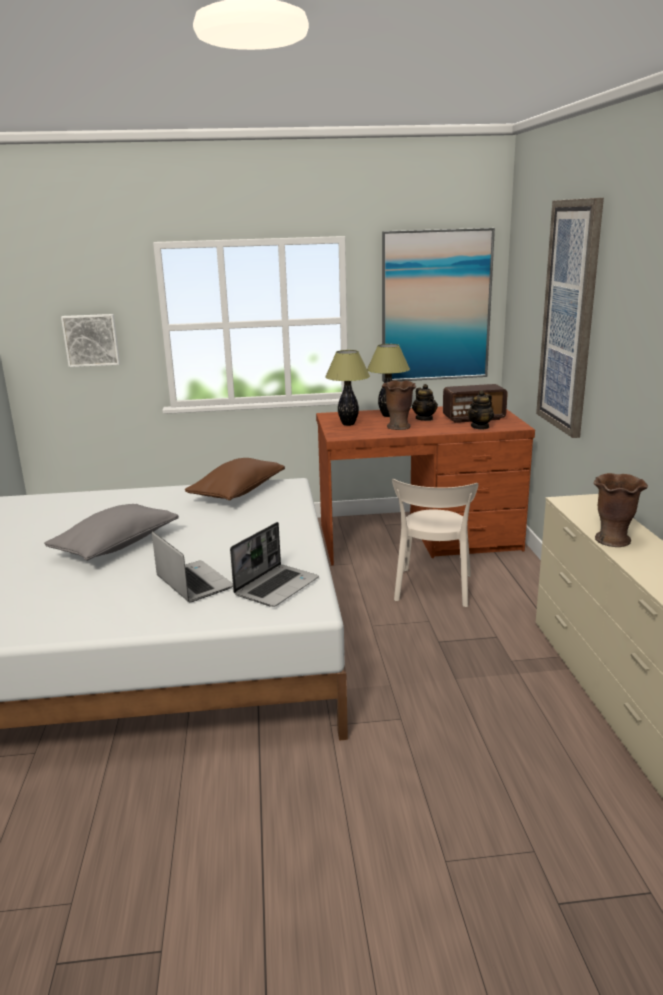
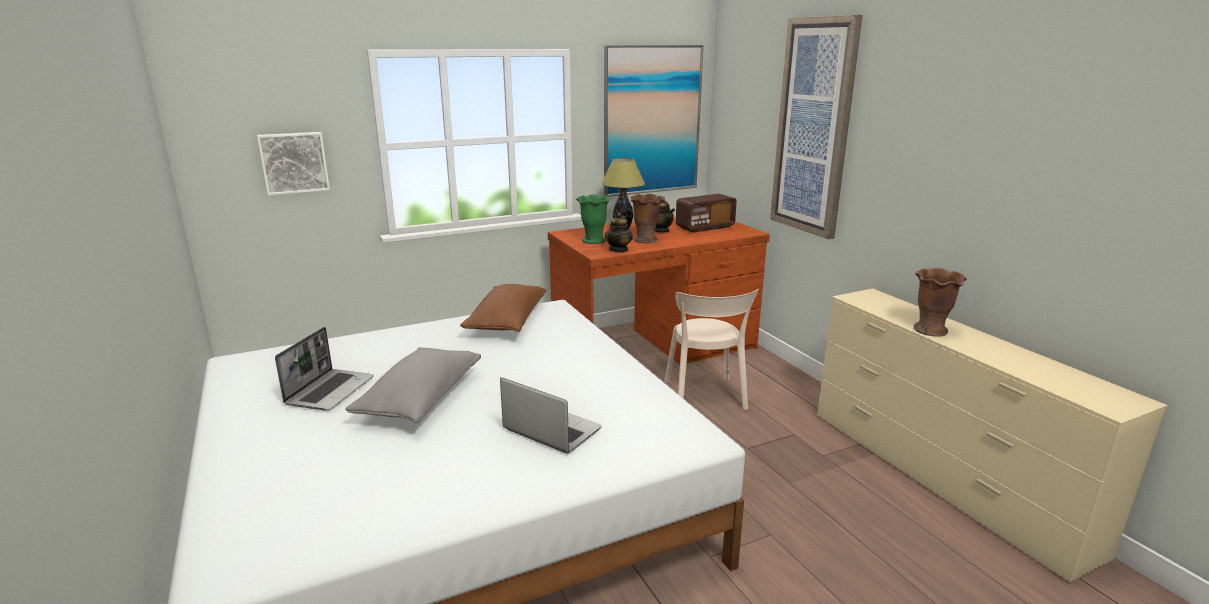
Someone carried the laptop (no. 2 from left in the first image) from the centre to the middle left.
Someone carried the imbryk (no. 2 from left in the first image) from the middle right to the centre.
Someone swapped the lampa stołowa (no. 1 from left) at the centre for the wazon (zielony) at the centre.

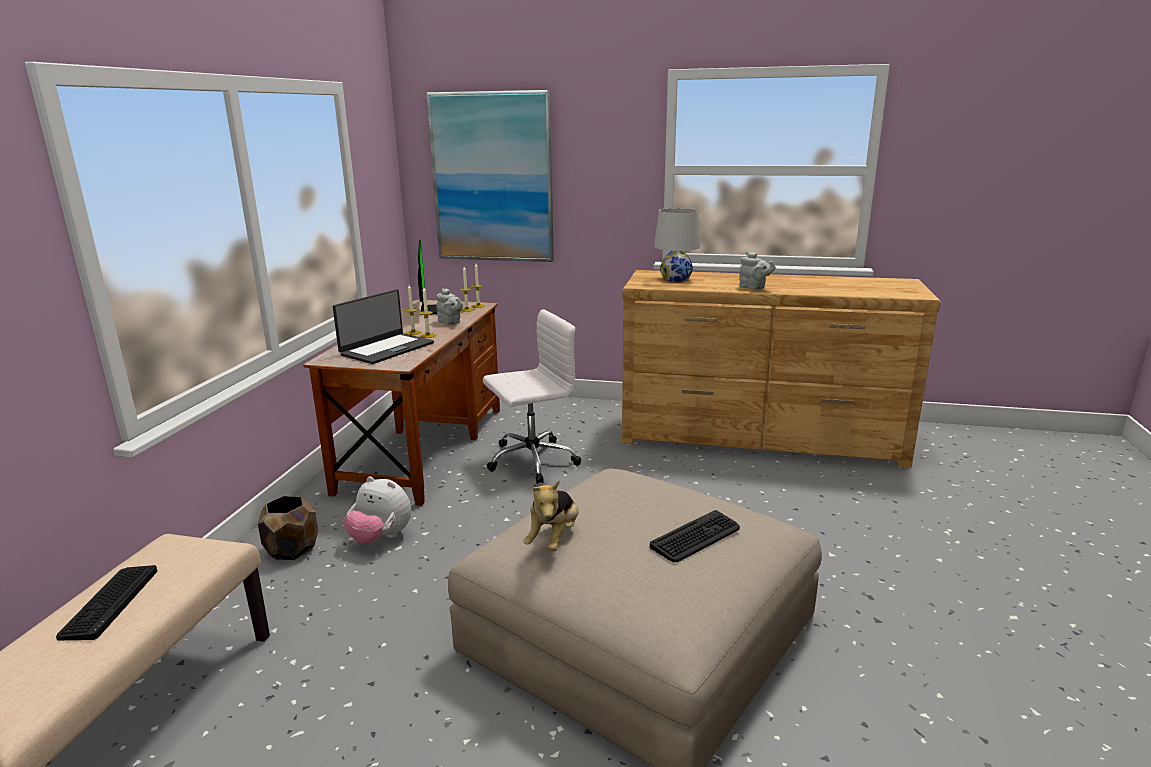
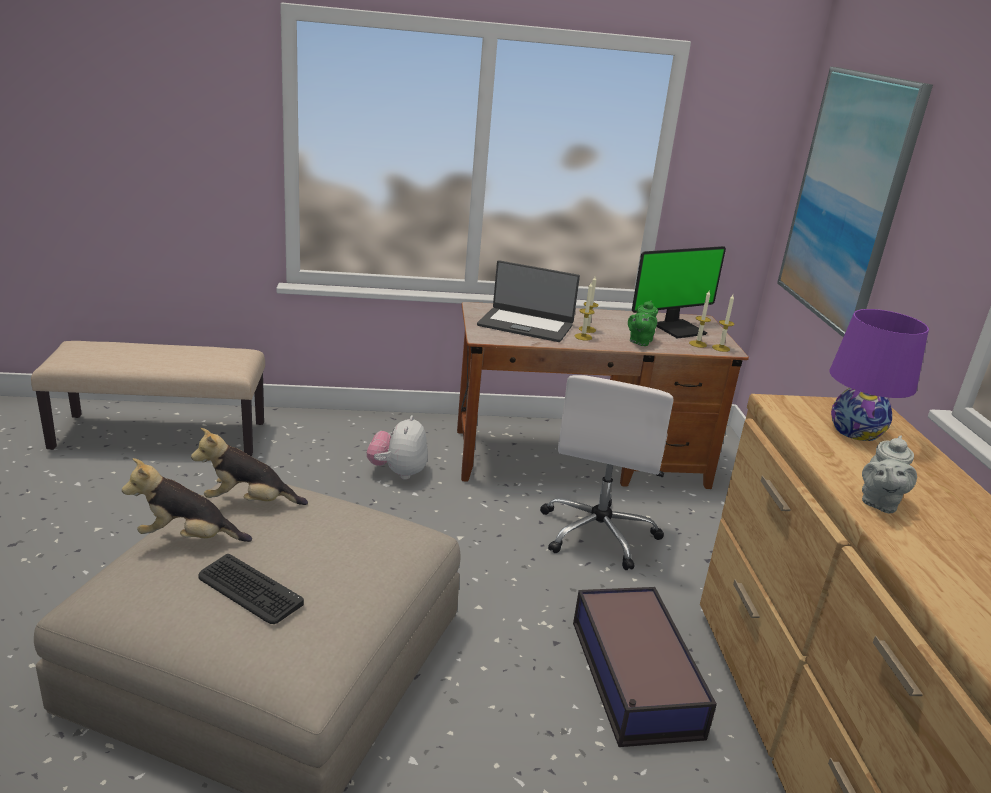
Someone took away the klawiatura (no. 1 from left) at the bottom left.
Someone took away the donica (brązowy) at the bottom left.
Someone put down the pluszak (no. 1 from left) at the middle left.
Someone put down the pojemnik do przechowywania at the bottom centre.
Someone repainted the imbryk (szary) (no. 1 from left) at the centre, which became the imbryk (zielony) at the centre.
Someone repainted the lampa stołowa (biały) at the top centre, which became the lampa stołowa (fioletowy) at the middle right.
Someone rotated the krzesło biurowe (biały) at the centre by 60 degrees clockwise.

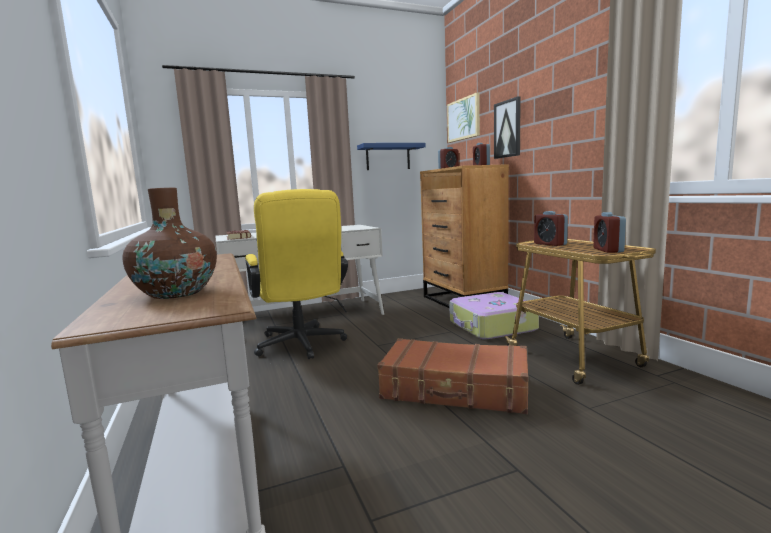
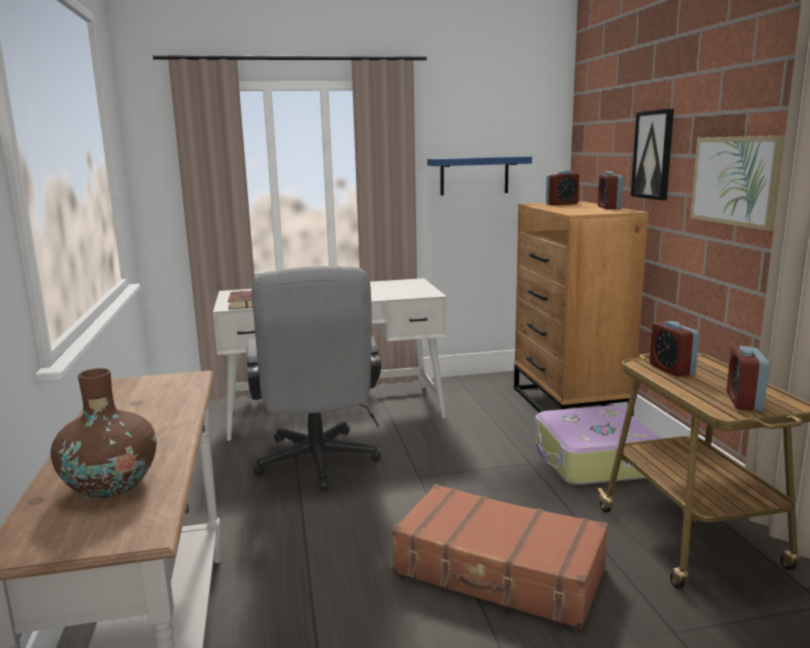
Someone carried the obraz (no. 1 from left in the first image) from the top centre to the top right.
Someone repainted the krzesło biurowe (żółty) at the centre, which became the krzesło biurowe (szary) at the centre.

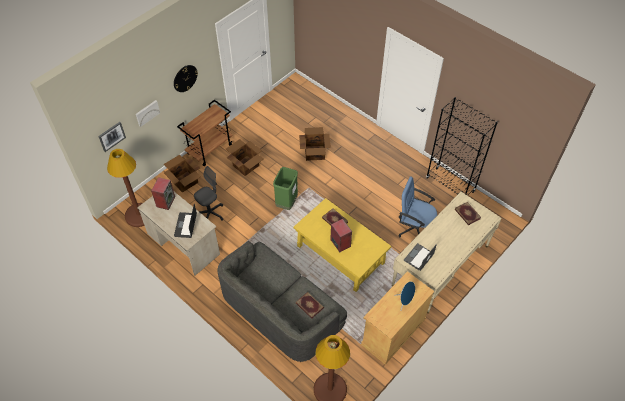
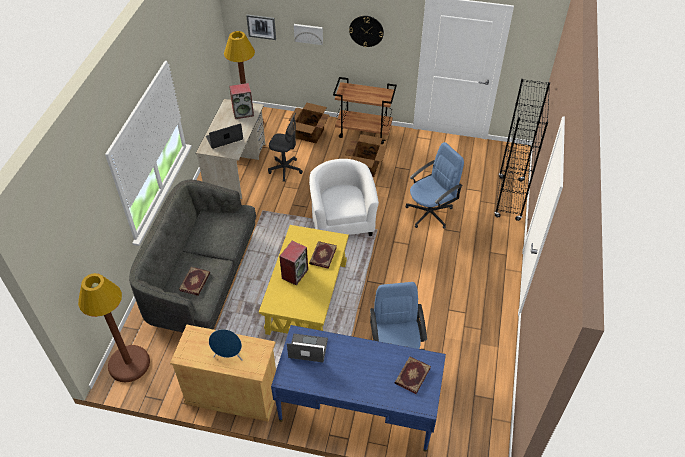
Someone carried the regał (czarny) from the middle right to the top right.
Someone swapped the kosz na śmieci (zielony) at the centre for the fotel (biały) at the centre.
Someone swapped the karton (no. 3 from left) at the centre for the krzesło biurowe (niebieski) (no. 2 from left) at the centre.
Someone repainted the biurko (beżowy) (no. 2 from left) at the middle right, which became the biurko (niebieski) at the bottom centre.

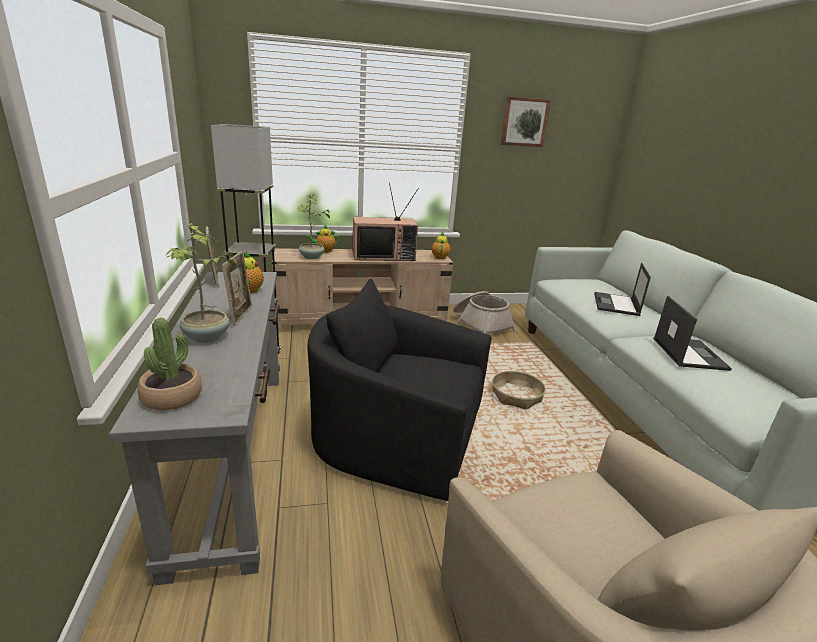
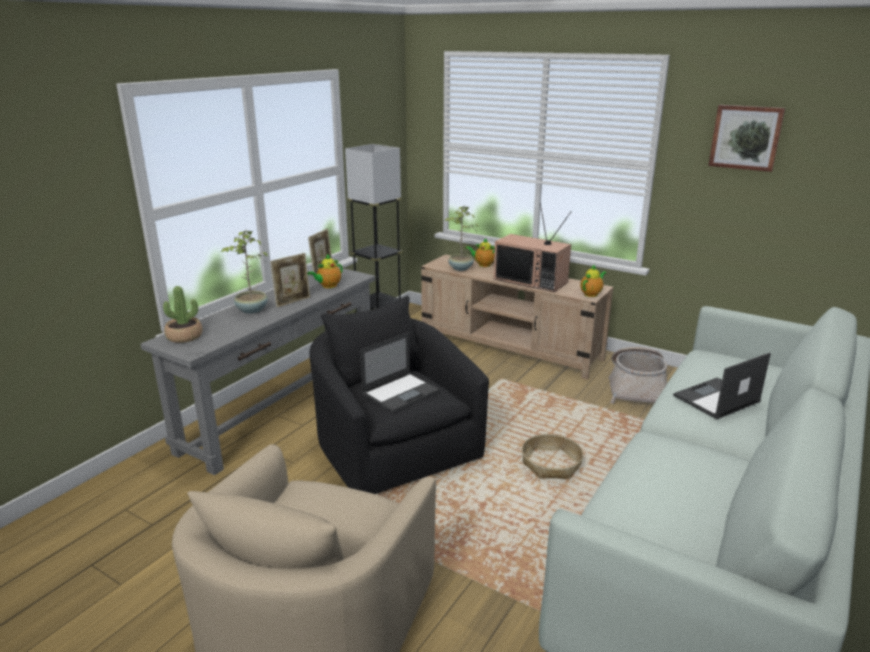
Someone carried the laptop (no. 2 from left in the first image) from the middle right to the centre.

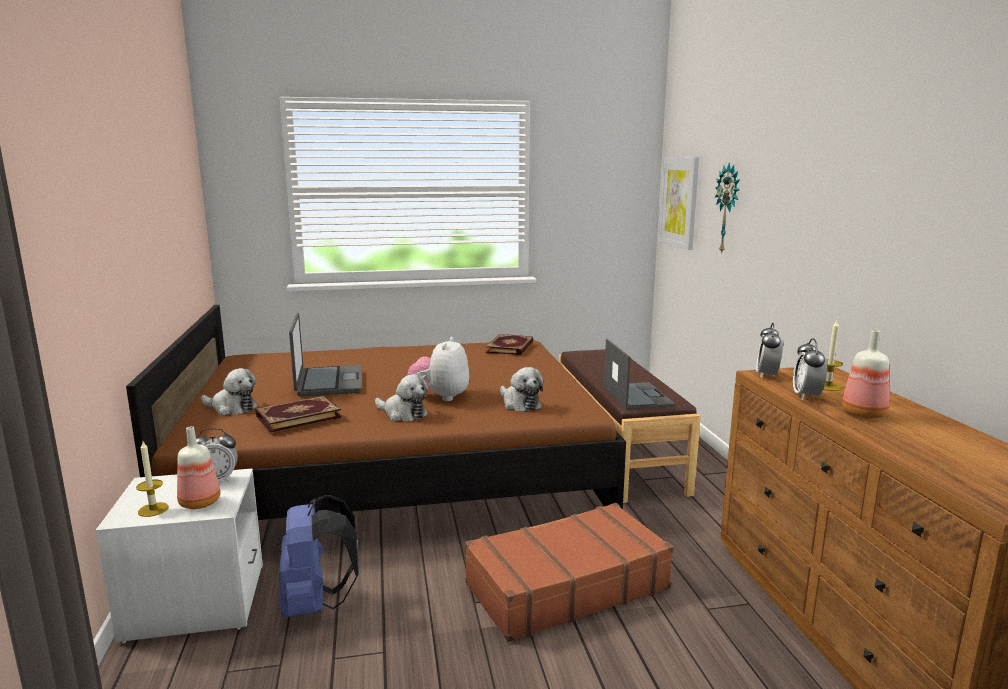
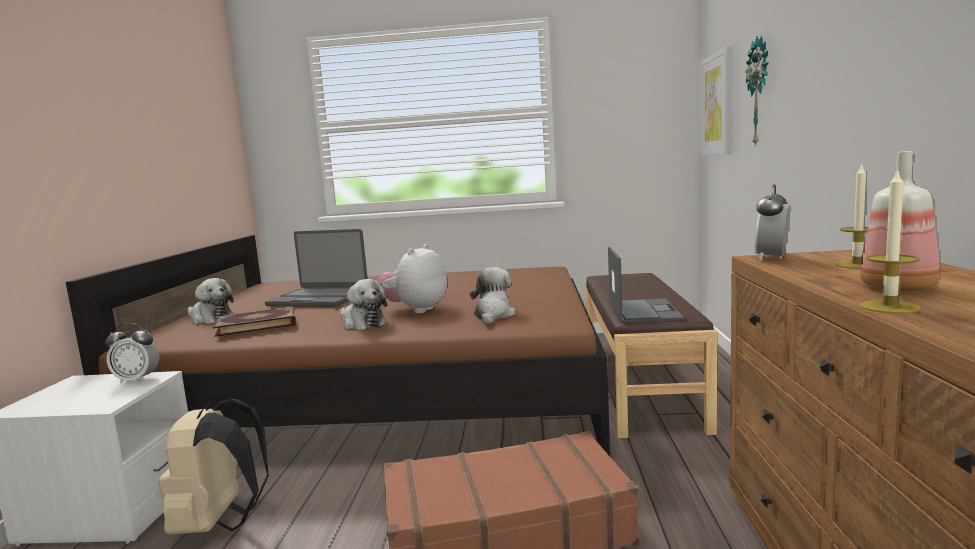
Someone took away the butelka (no. 1 from left) at the bottom left.
Someone took away the książka (no. 2 from left) at the centre.
Someone took away the budzik (no. 3 from left) at the middle right.
Someone carried the świeca (no. 1 from left in the first image) from the bottom left to the middle right.
Someone repainted the plecak (niebieski) at the bottom left, which became the plecak (beżowy) at the bottom left.
Someone rotated the laptop (no. 1 from left) at the middle left by 105 degrees clockwise.
Someone rotated the pluszak (no. 4 from left) at the centre by 150 degrees counterclockwise.

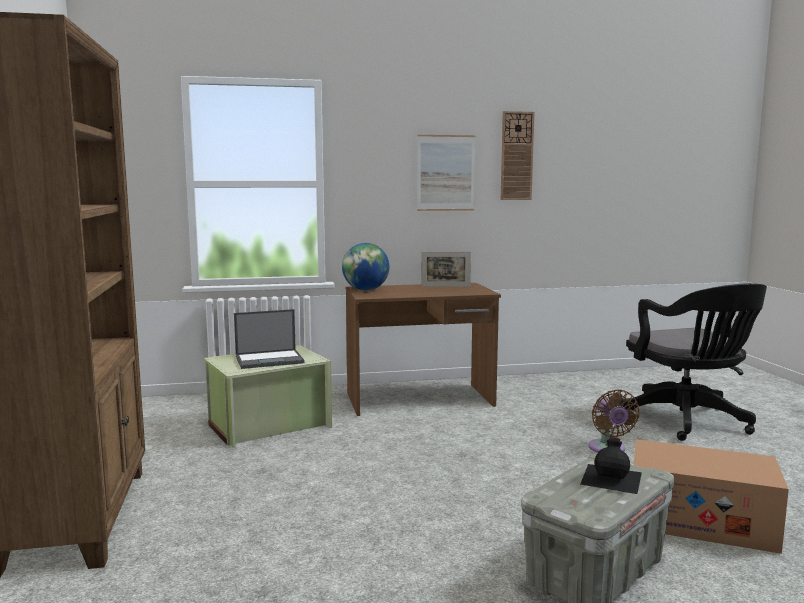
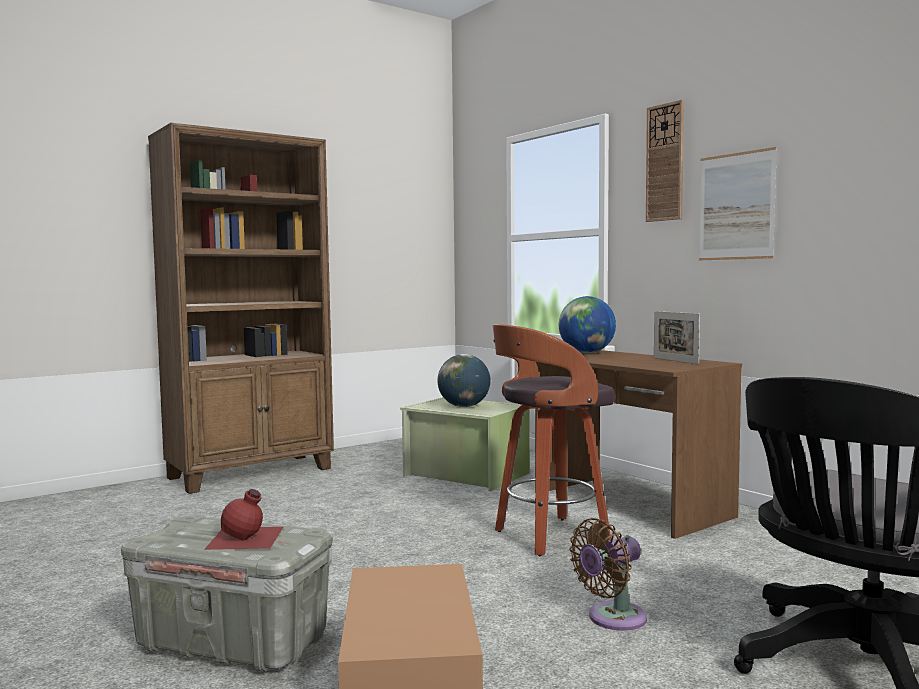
Someone put down the stołek at the centre.
Someone carried the zegar ścienny from the top centre to the top right.
Someone swapped the laptop at the centre for the globus (no. 1 from left) at the centre.
Someone repainted the butelka (czarny) at the bottom right, which became the butelka (czerwony) at the bottom left.

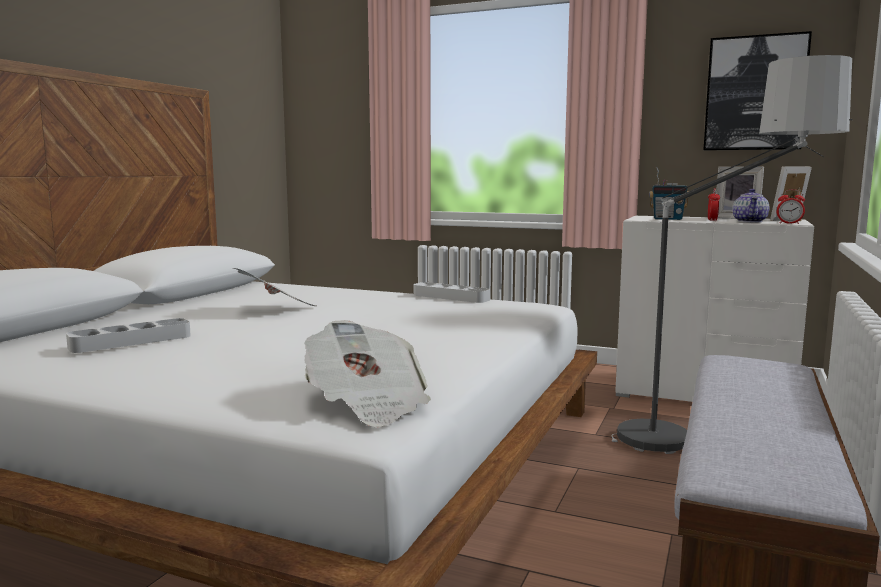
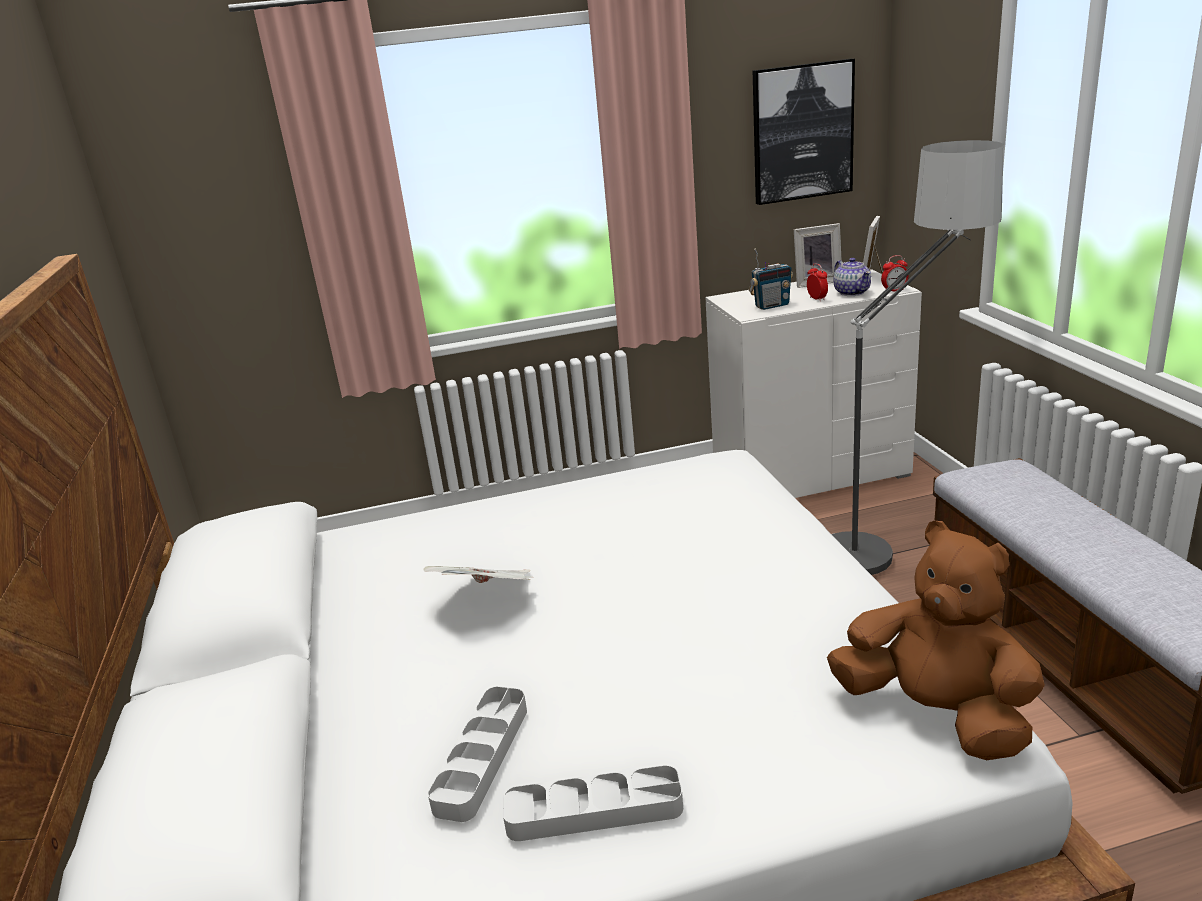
Someone carried the taca (szary) (no. 2 from left) from the centre to the bottom centre.
Someone swapped the gazeta (no. 2 from left) at the centre for the pluszak (brązowy) at the bottom right.

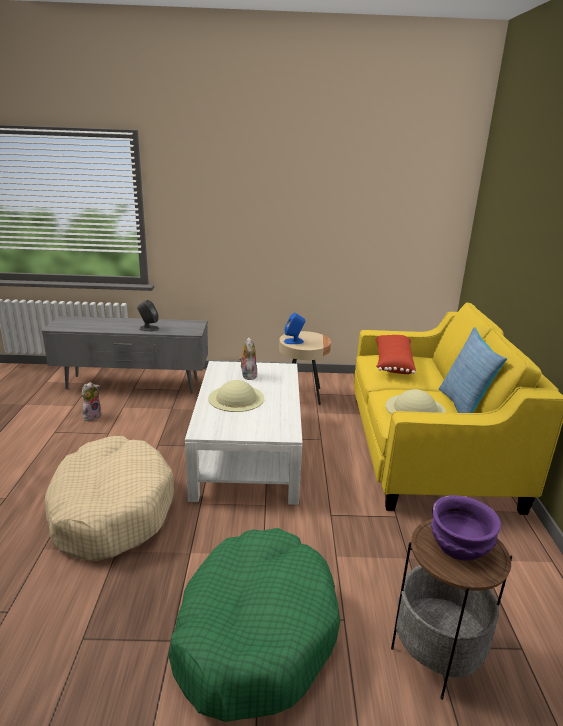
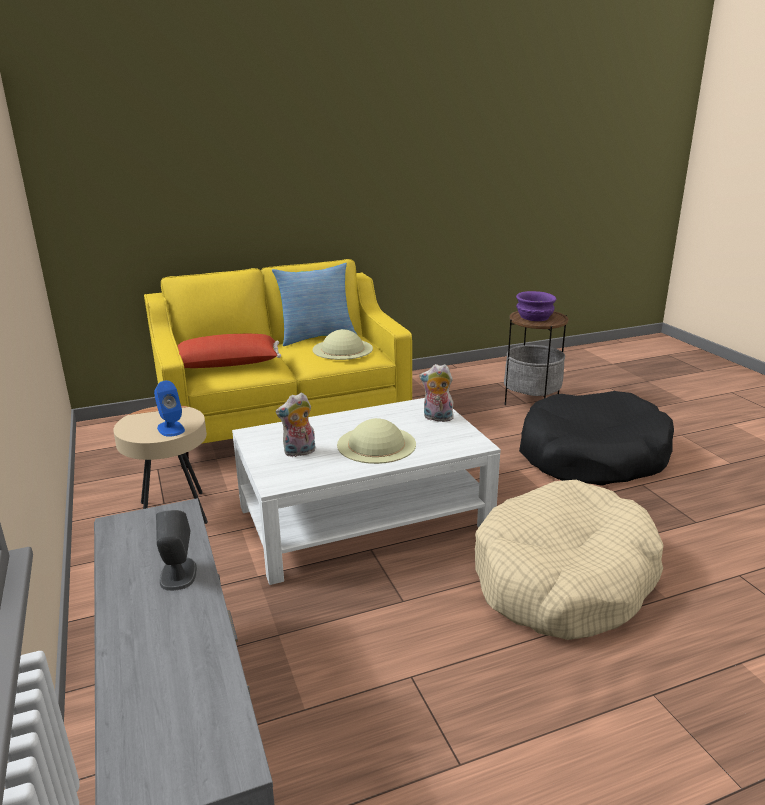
Someone carried the pluszak (no. 1 from left in the first image) from the middle left to the centre.
Someone repainted the legowisko (zielony) at the bottom centre, which became the legowisko (czarny) at the middle right.

